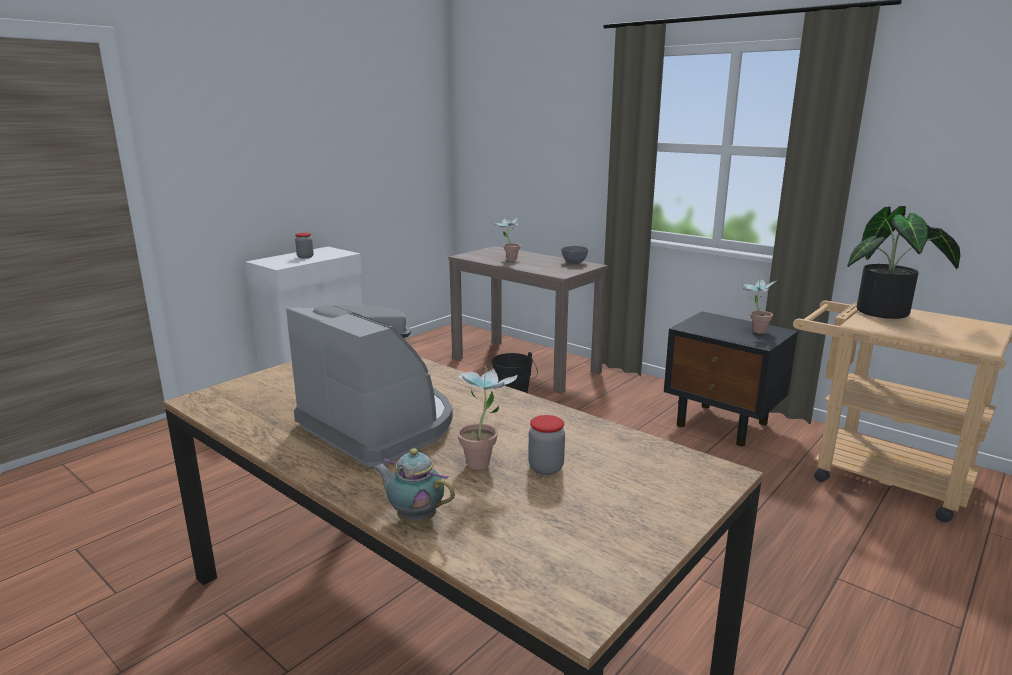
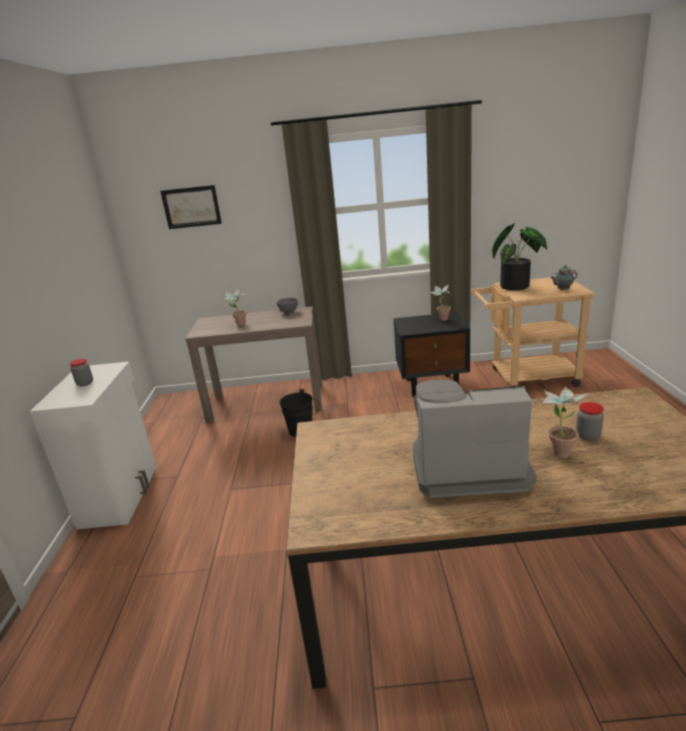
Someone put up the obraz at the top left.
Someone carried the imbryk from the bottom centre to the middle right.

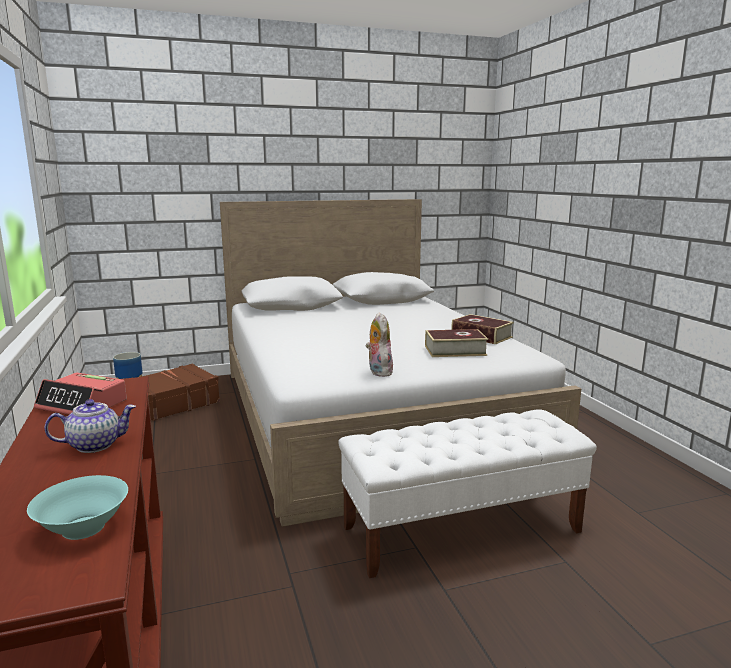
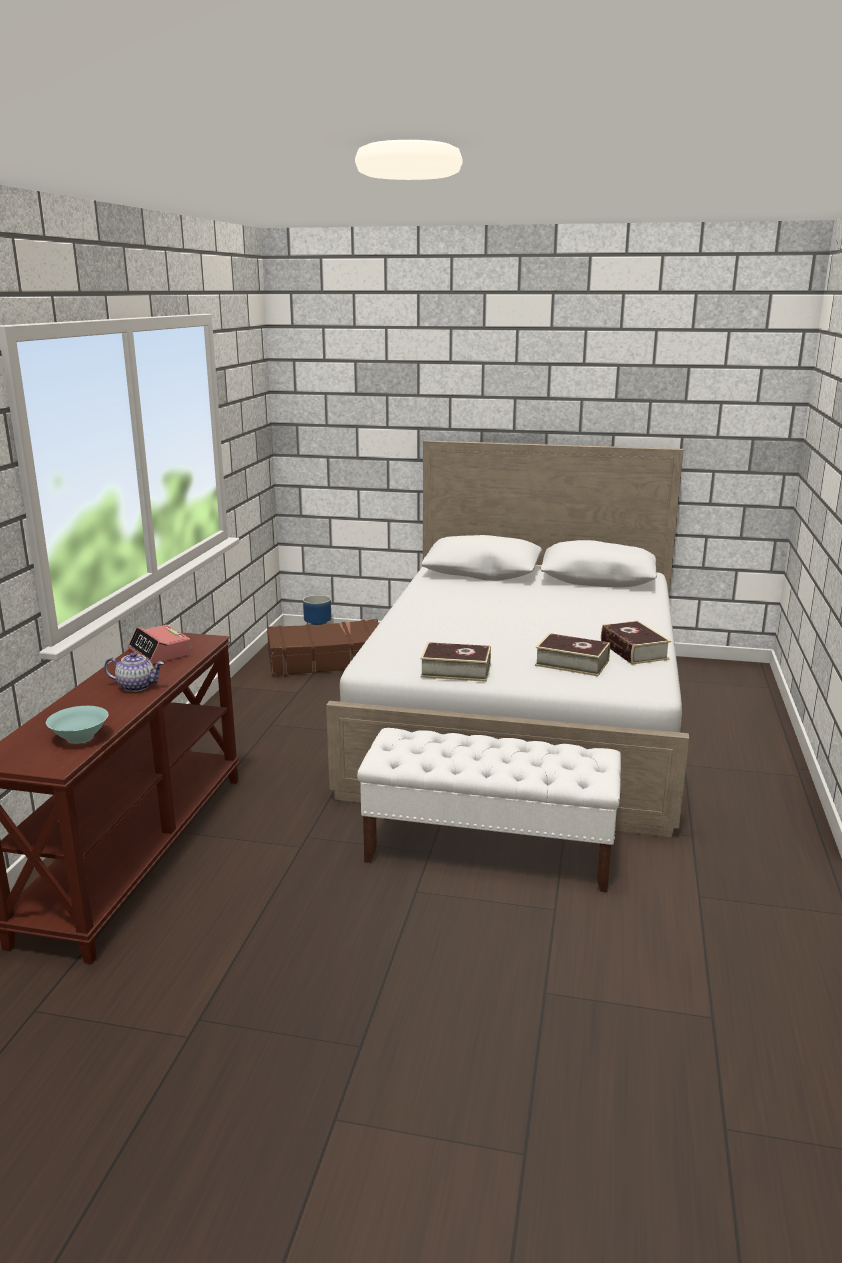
Someone swapped the pluszak at the centre for the książka (no. 1 from left) at the centre.

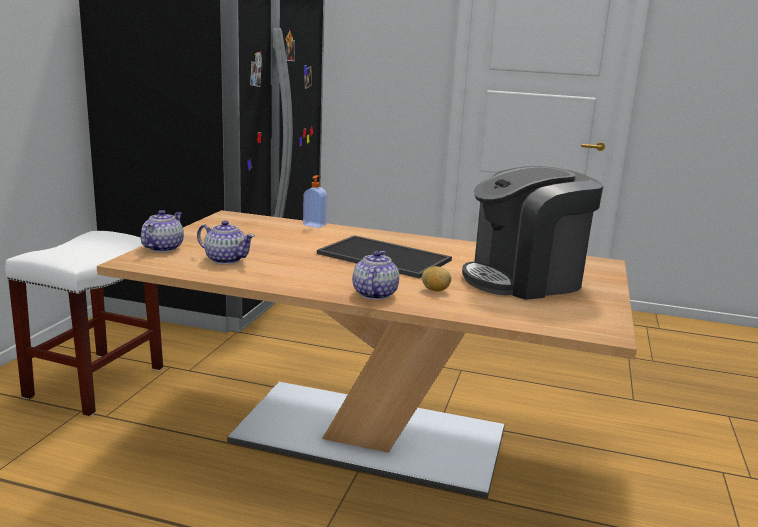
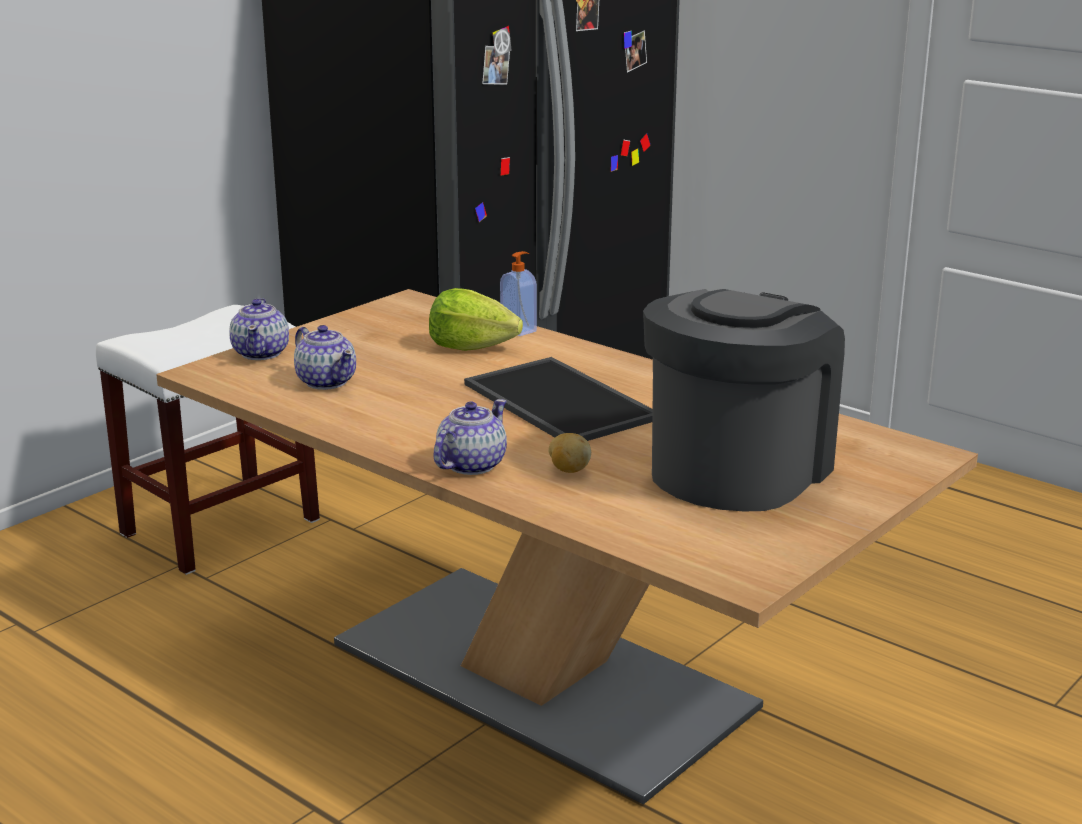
Someone put down the sałata at the centre.
Someone rotated the imbryk (no. 1 from left) at the middle left by 135 degrees clockwise.
Someone rotated the ekspres do kawy at the middle right by 120 degrees clockwise.

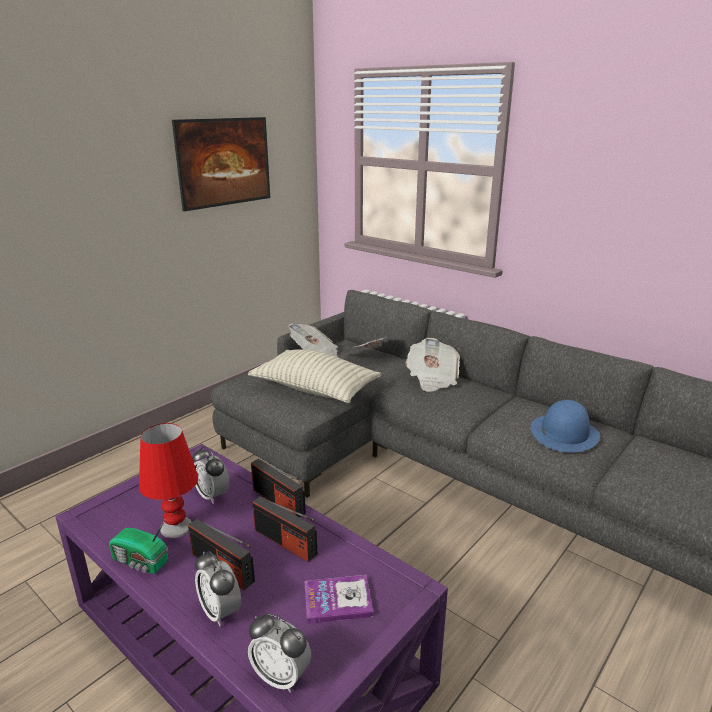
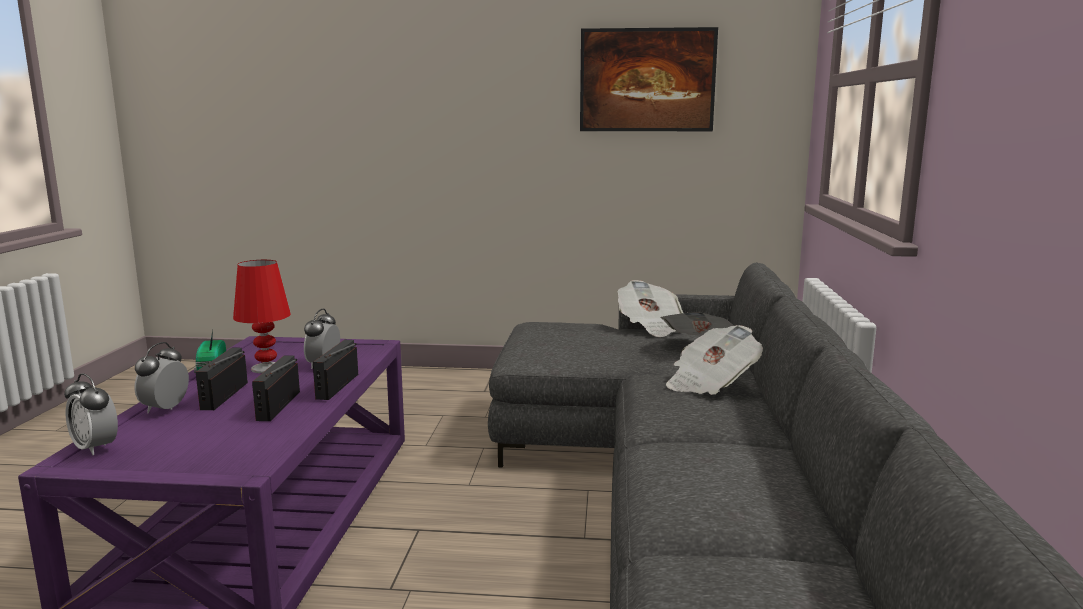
Someone took away the poduszka at the centre.
Someone took away the książka at the bottom centre.
Someone took away the kapelusz (niebieski) at the middle right.
Someone rotated the budzik (no. 3 from left in the first image) at the bottom centre by 45 degrees counterclockwise.

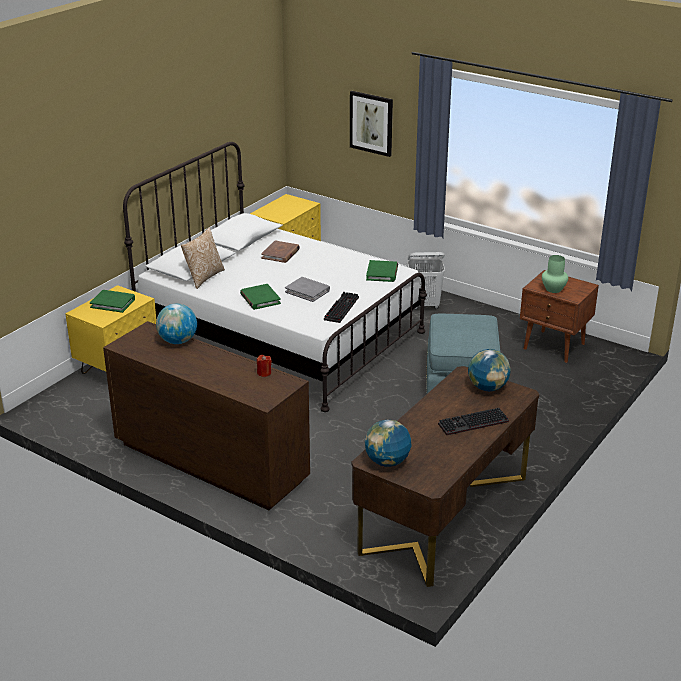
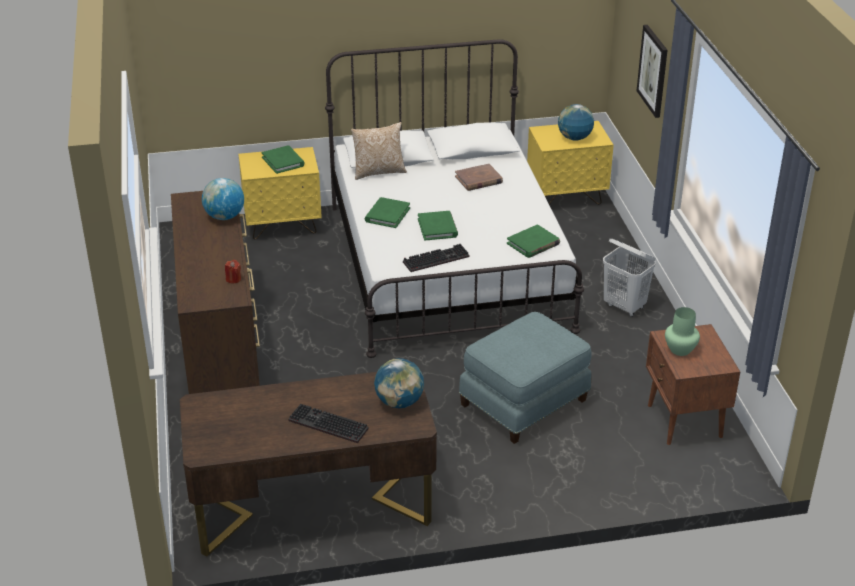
Someone carried the globus (no. 2 from left in the first image) from the centre to the top right.
Someone repainted the książka (szary) at the centre, which became the książka (zielony) (no. 3 from left) at the centre.

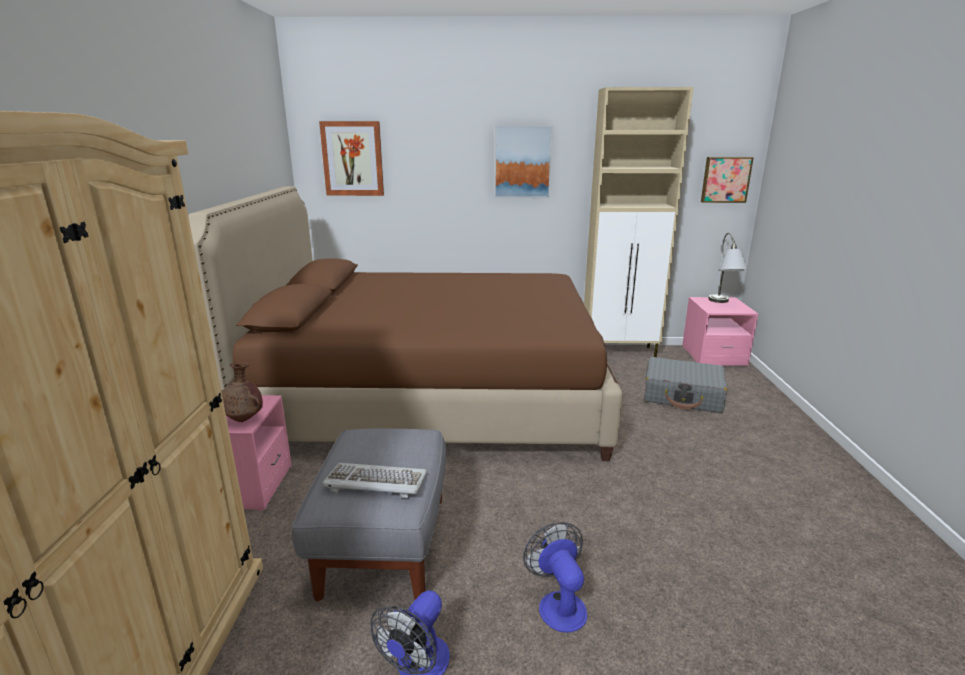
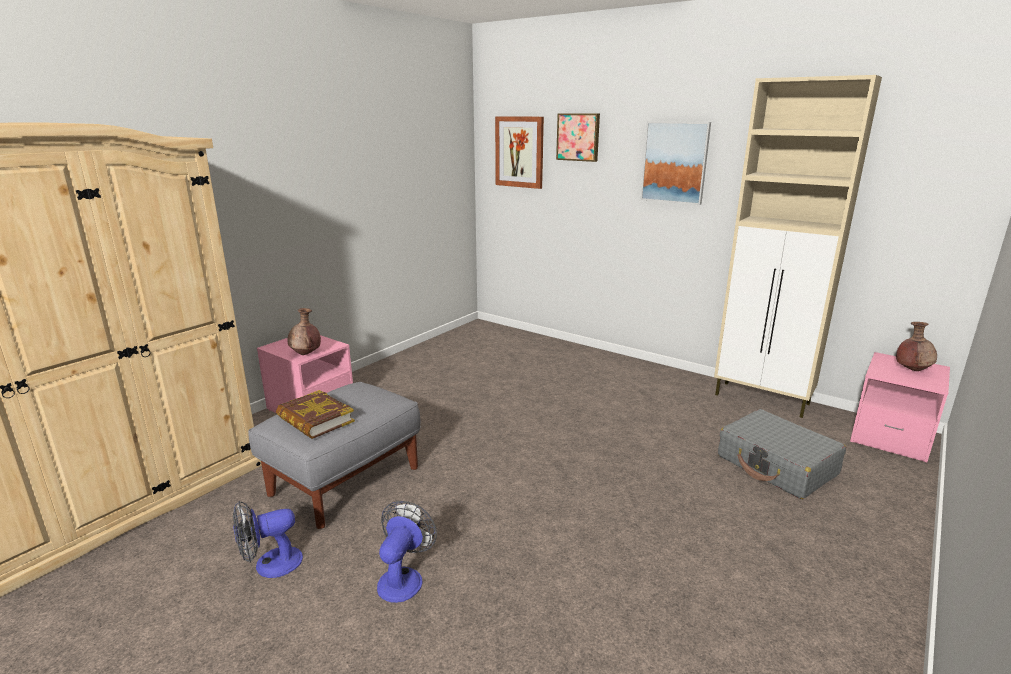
Someone took away the łóżko (brązowy) at the centre.
Someone carried the obraz (no. 3 from left in the first image) from the top right to the top centre.
Someone swapped the klawiatura at the bottom centre for the książka at the middle left.
Someone swapped the lampa stołowa (szary) at the middle right for the wazon (brązowy) (no. 2 from left) at the middle right.

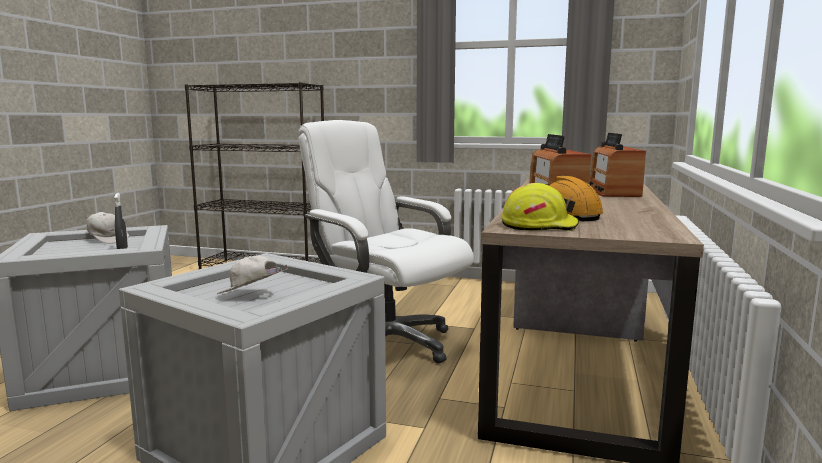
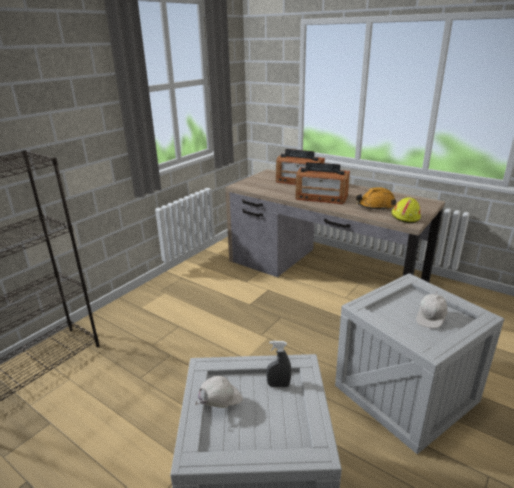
Someone took away the krzesło biurowe (biały) at the centre.

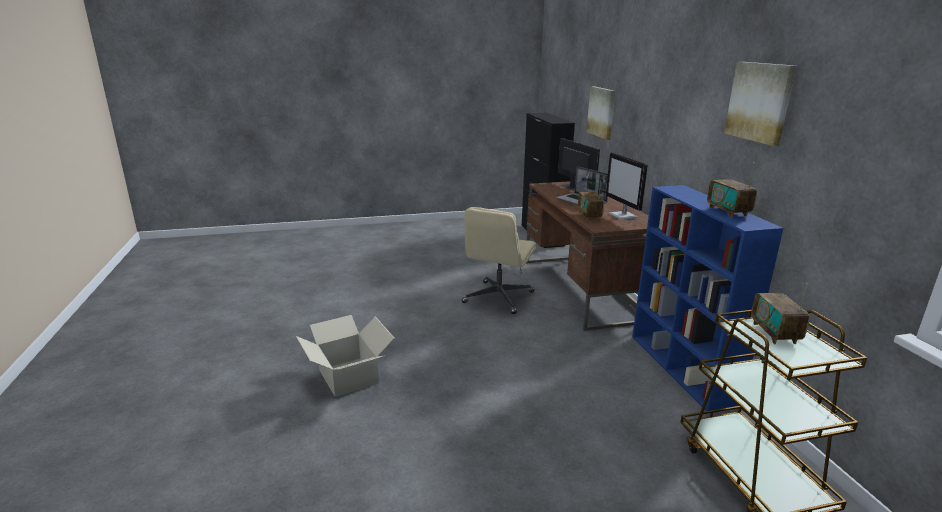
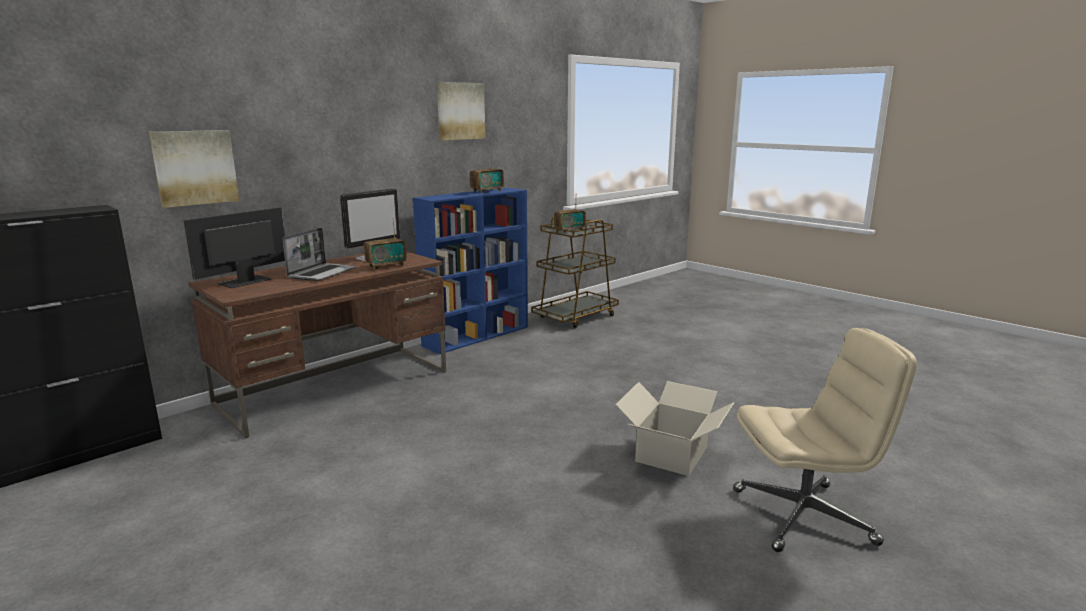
Someone carried the krzesło biurowe (beżowy) from the centre to the bottom right.

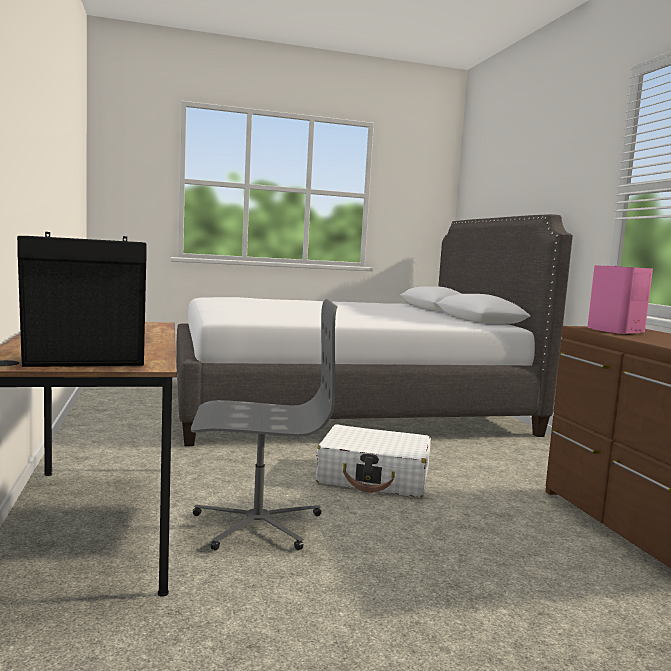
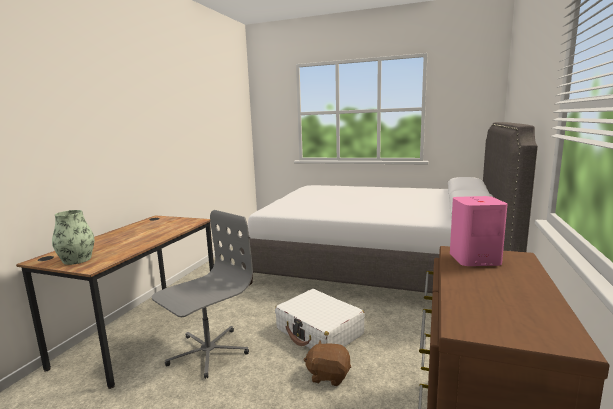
Someone put down the pluszak (brązowy) at the bottom centre.
Someone swapped the głośnik (czarny) at the middle left for the wazon at the middle left.
Someone rotated the krzesło biurowe (szary) at the centre by 75 degrees counterclockwise.

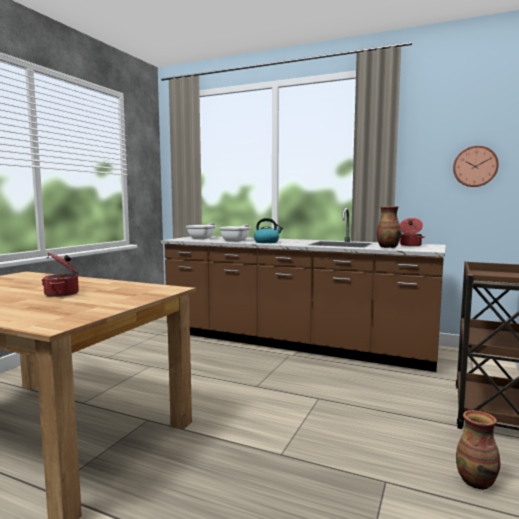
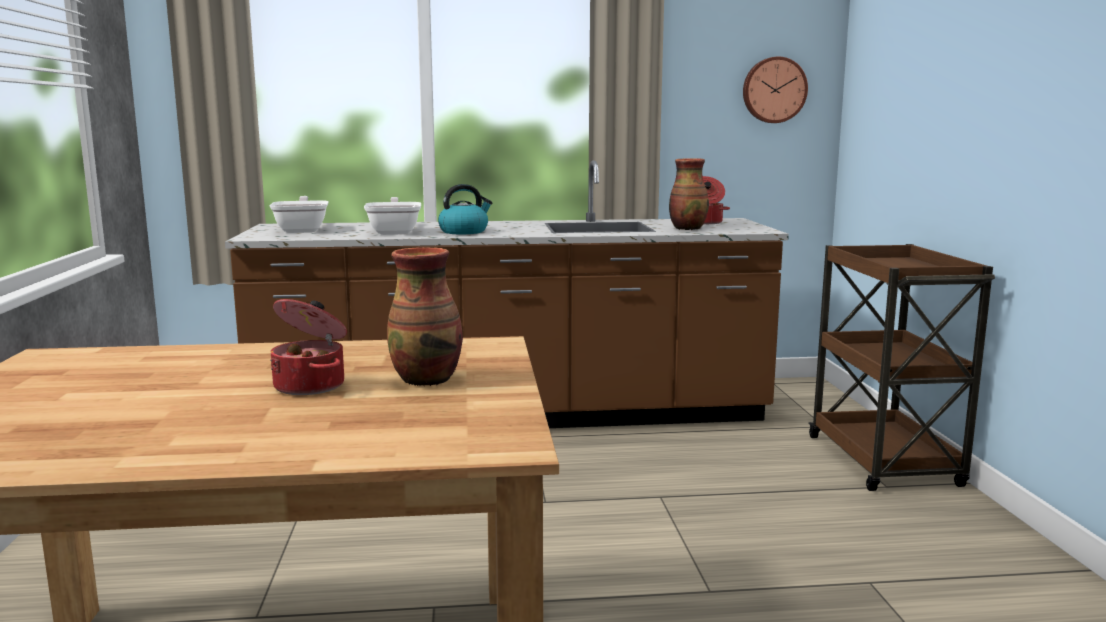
Someone carried the wazon (no. 2 from left in the first image) from the bottom right to the centre.

